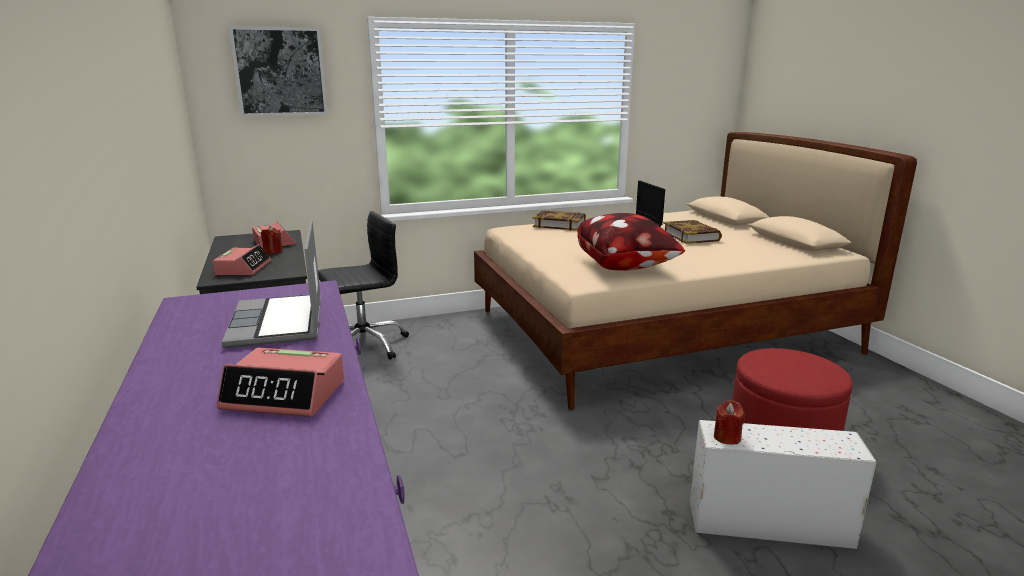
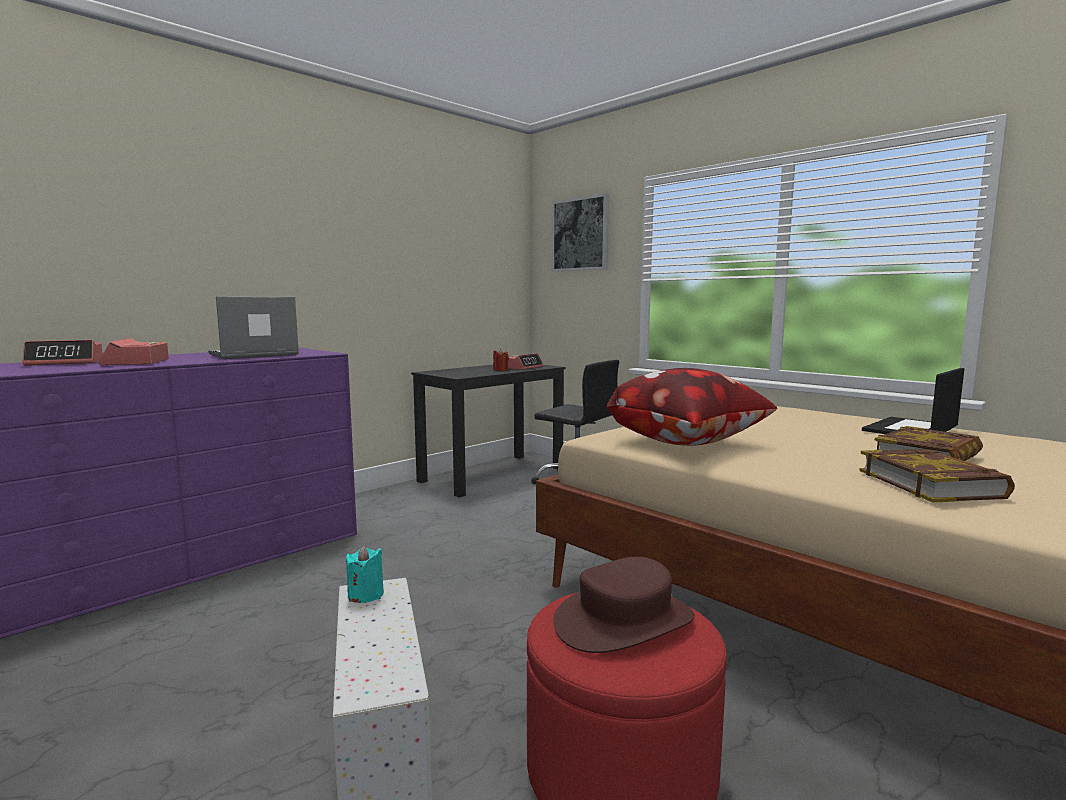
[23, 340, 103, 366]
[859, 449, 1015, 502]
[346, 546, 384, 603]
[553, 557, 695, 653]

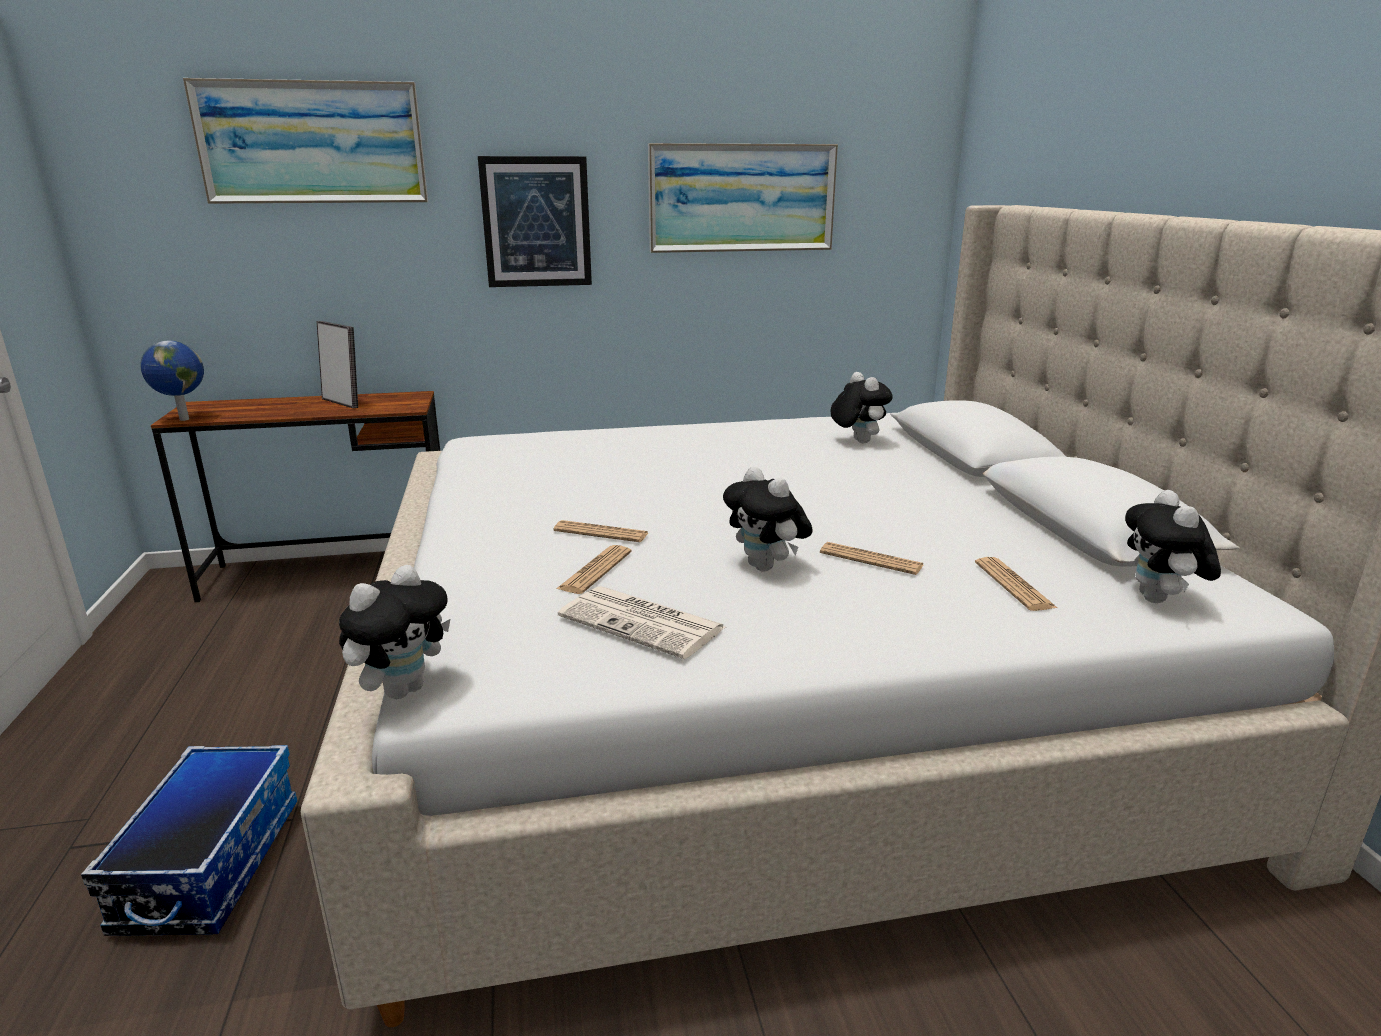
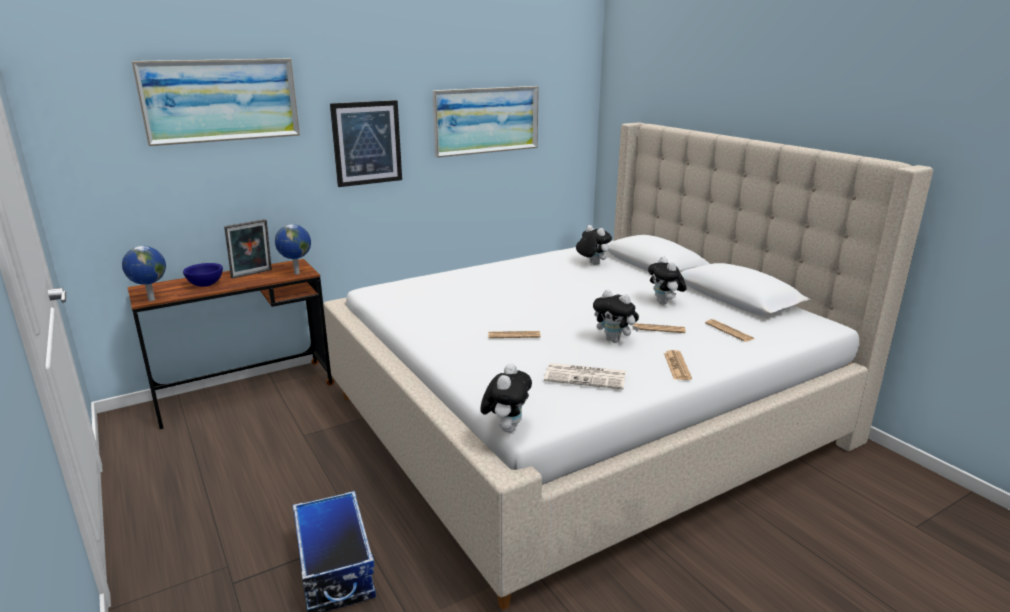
[224, 219, 272, 279]
[664, 350, 692, 380]
[648, 257, 687, 304]
[183, 263, 223, 287]
[275, 224, 311, 274]

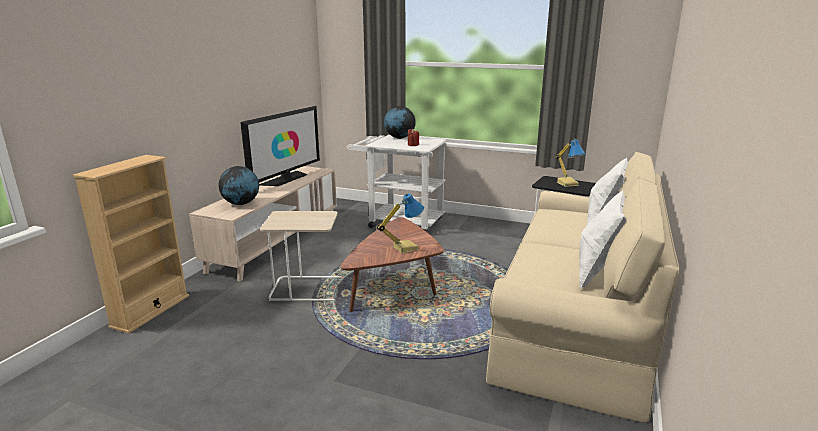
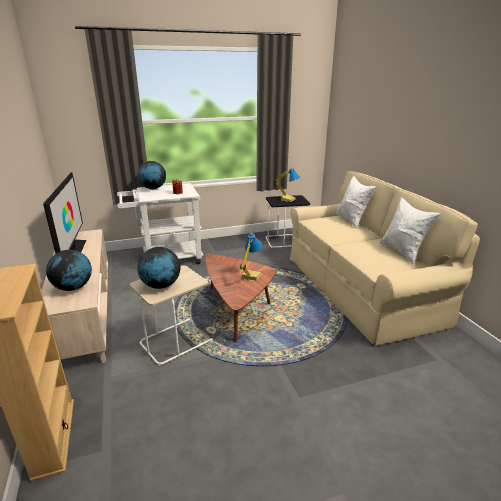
[137, 247, 180, 289]

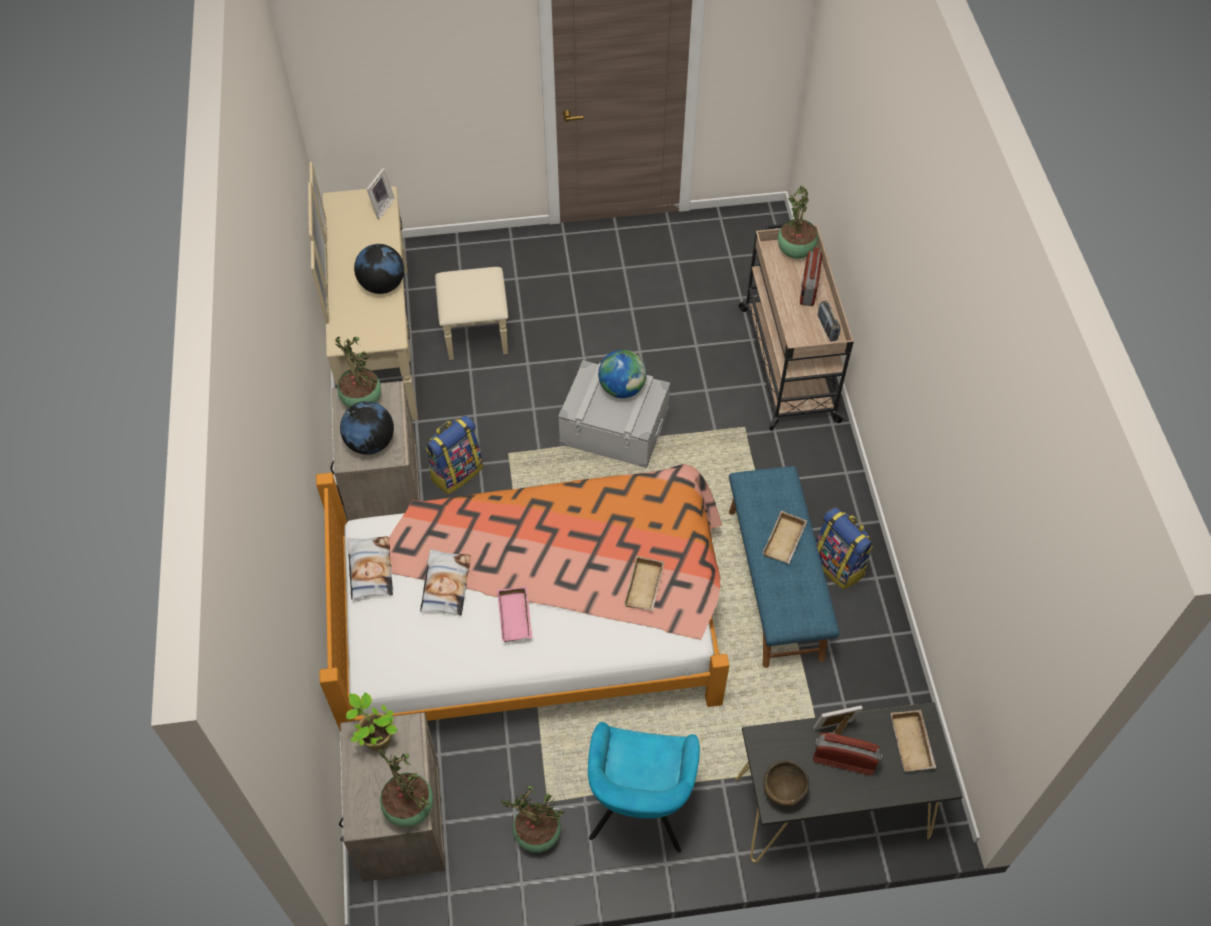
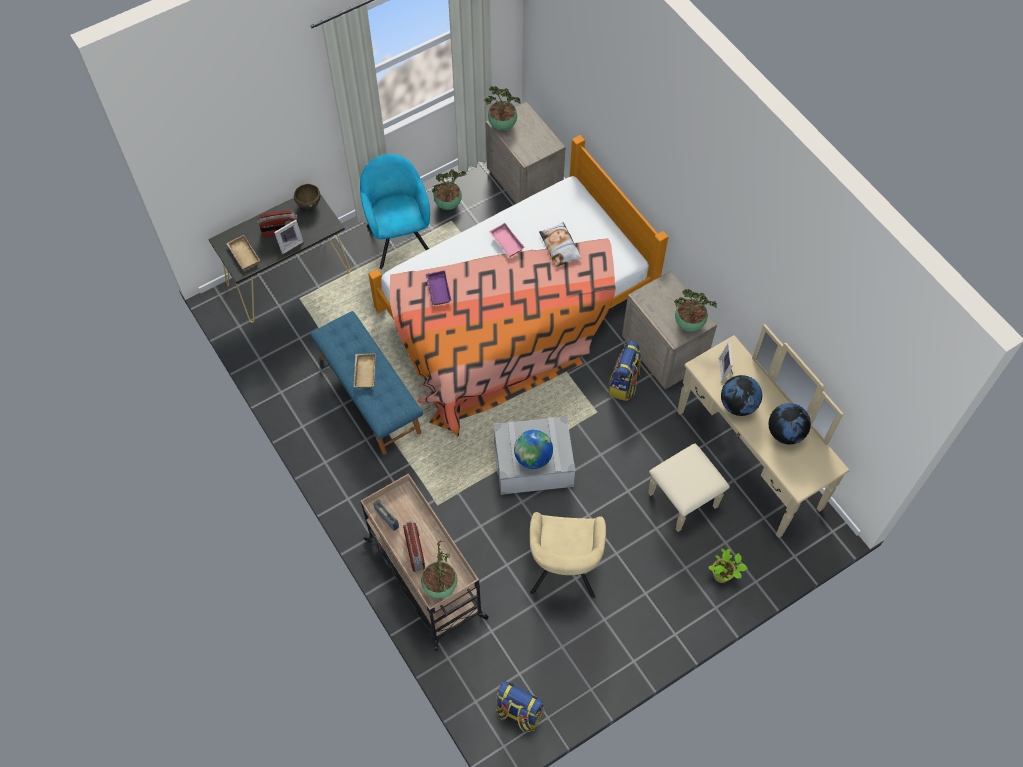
[769, 403, 811, 444]
[708, 549, 747, 583]
[347, 536, 393, 600] (first image)
[718, 342, 733, 382]
[426, 271, 452, 305]
[496, 680, 544, 732]
[530, 512, 606, 598]

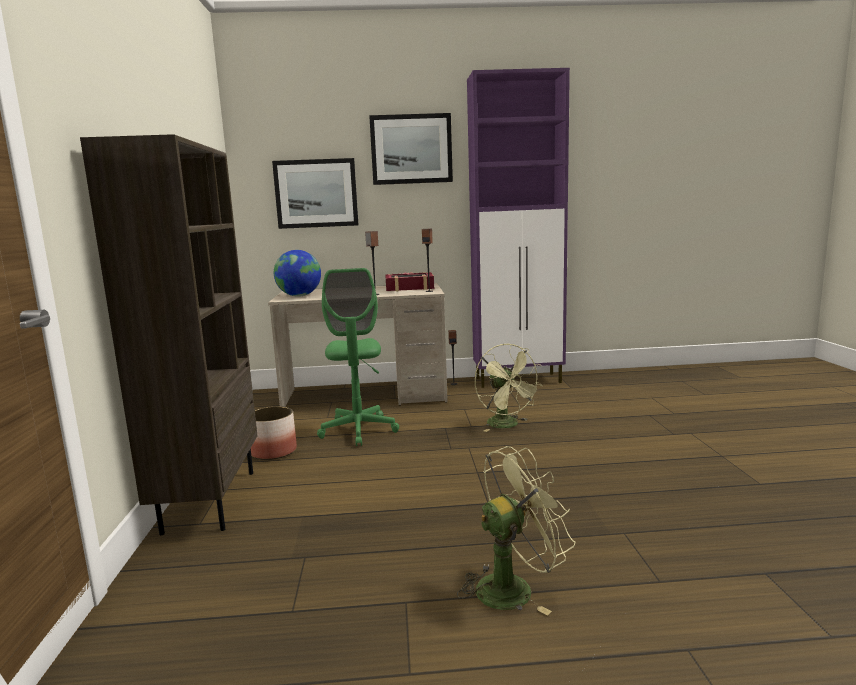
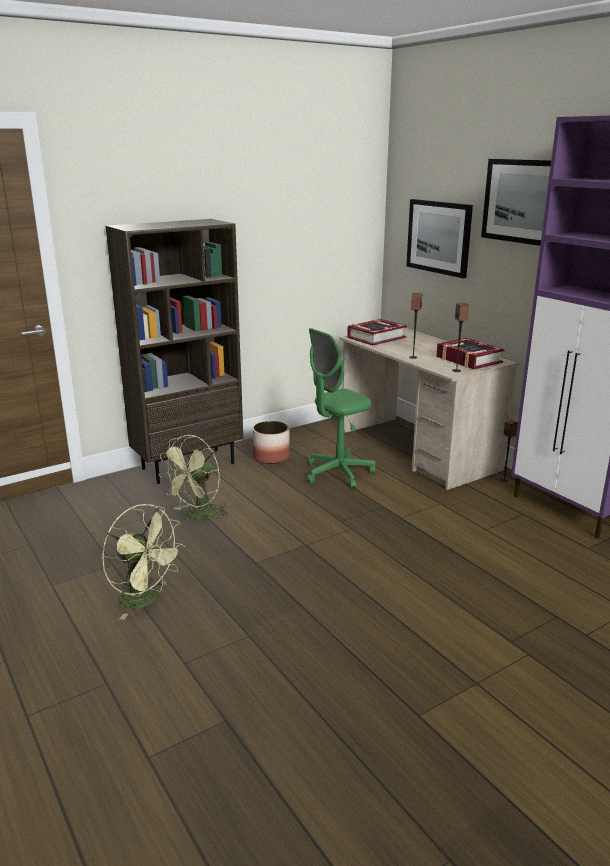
[347, 319, 407, 345]
[158, 435, 228, 521]

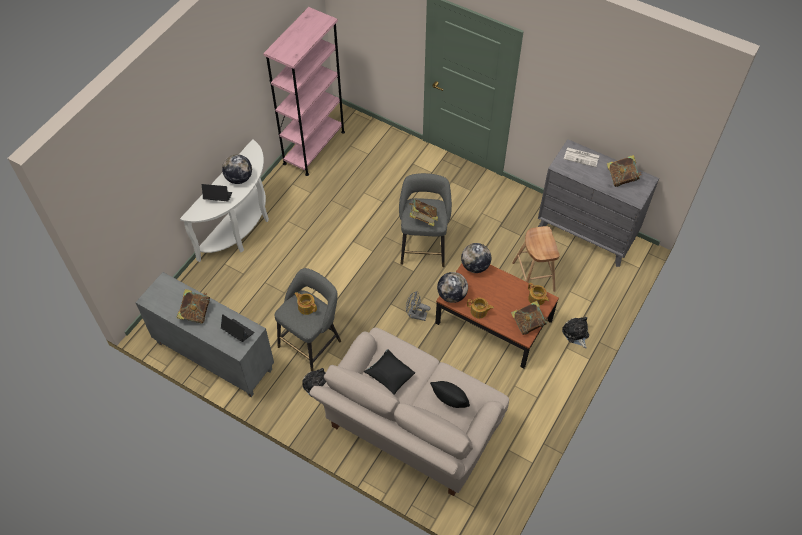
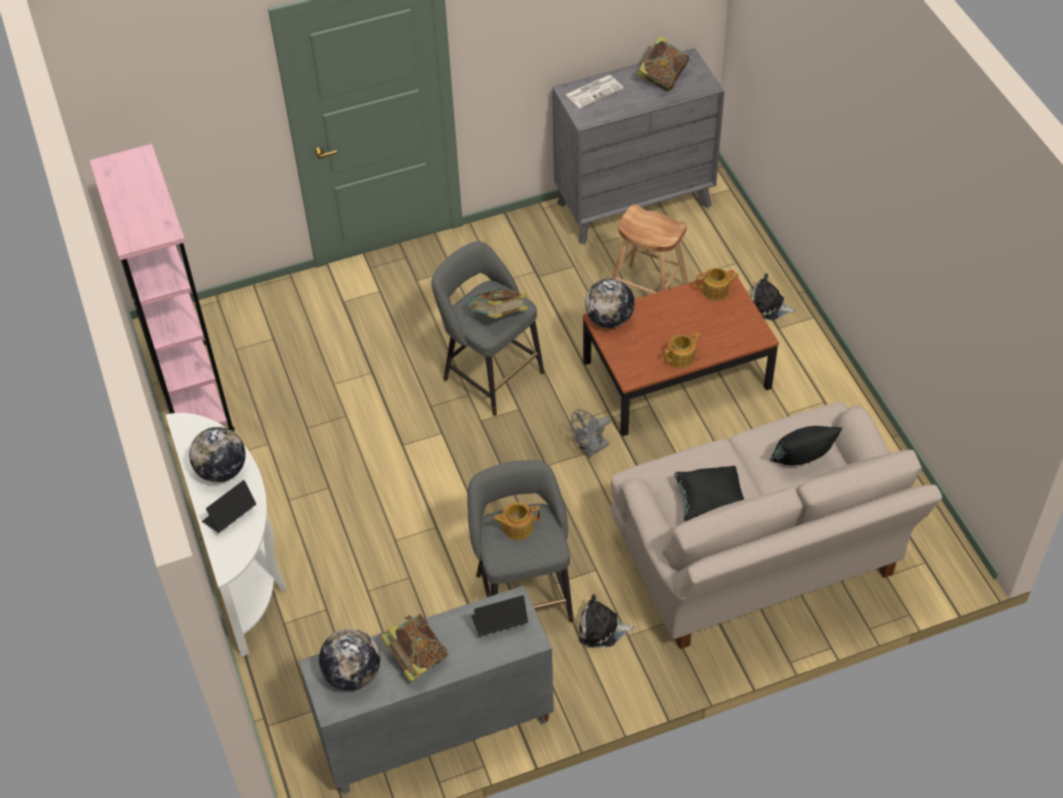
[319, 629, 380, 690]
[511, 301, 548, 335] (first image)

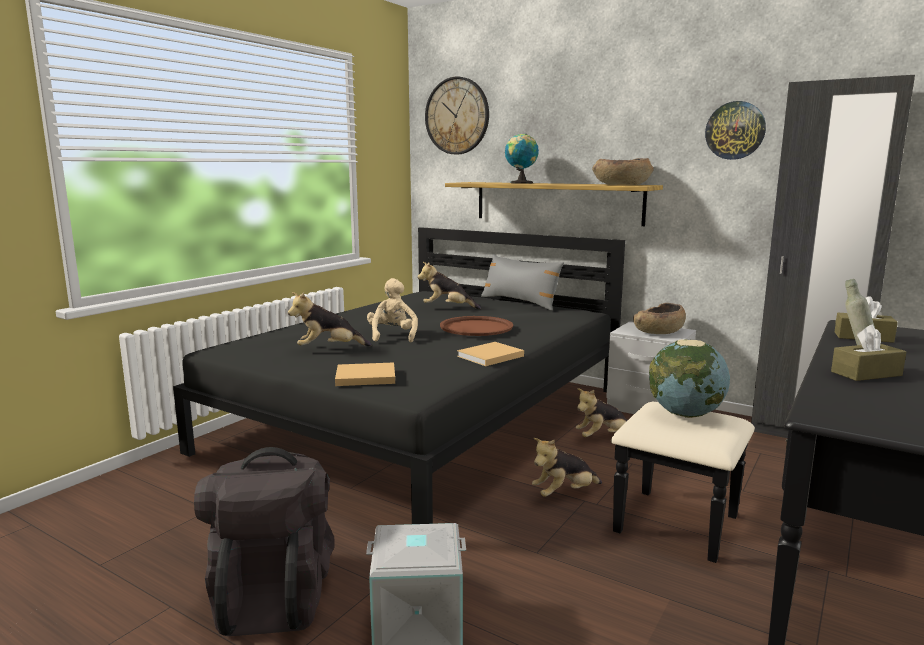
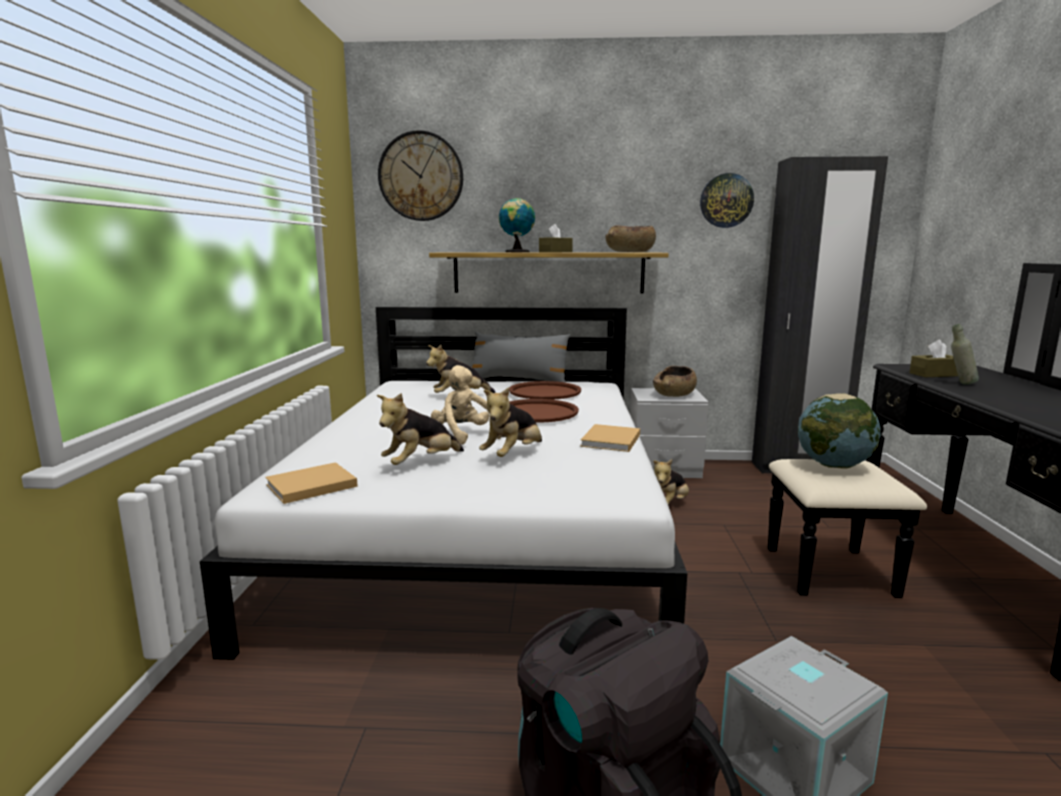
[200, 307, 687, 660]
[265, 462, 358, 504]
[479, 387, 542, 457]
[539, 224, 573, 252]
[509, 381, 581, 400]

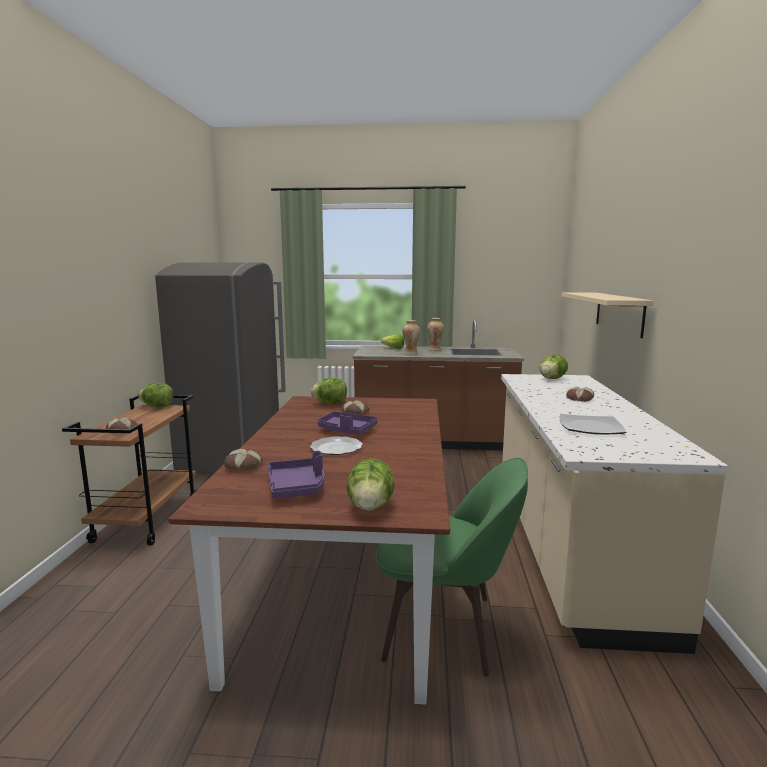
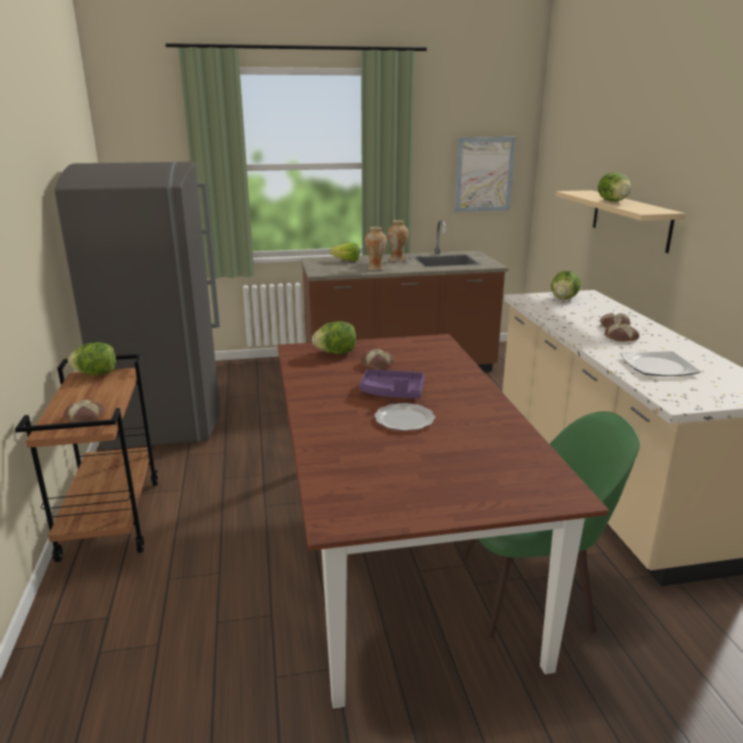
[605, 324, 640, 342]
[267, 451, 324, 498] (first image)
[598, 172, 631, 202]
[454, 137, 516, 212]

